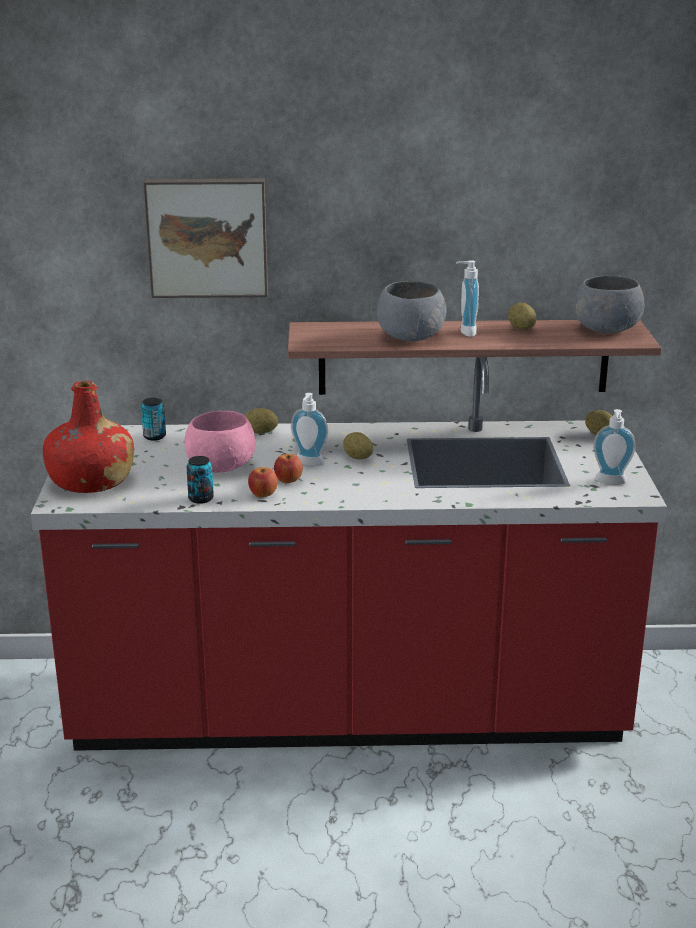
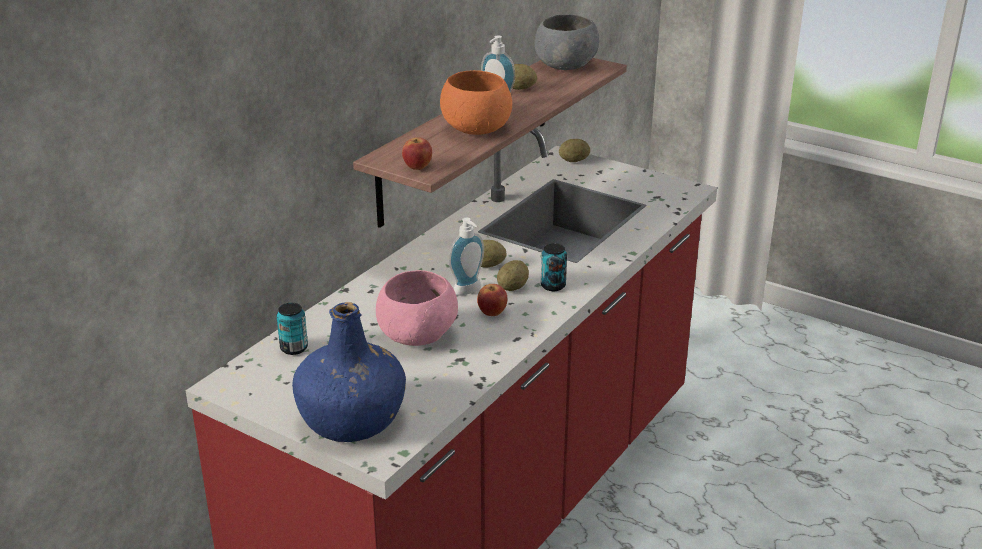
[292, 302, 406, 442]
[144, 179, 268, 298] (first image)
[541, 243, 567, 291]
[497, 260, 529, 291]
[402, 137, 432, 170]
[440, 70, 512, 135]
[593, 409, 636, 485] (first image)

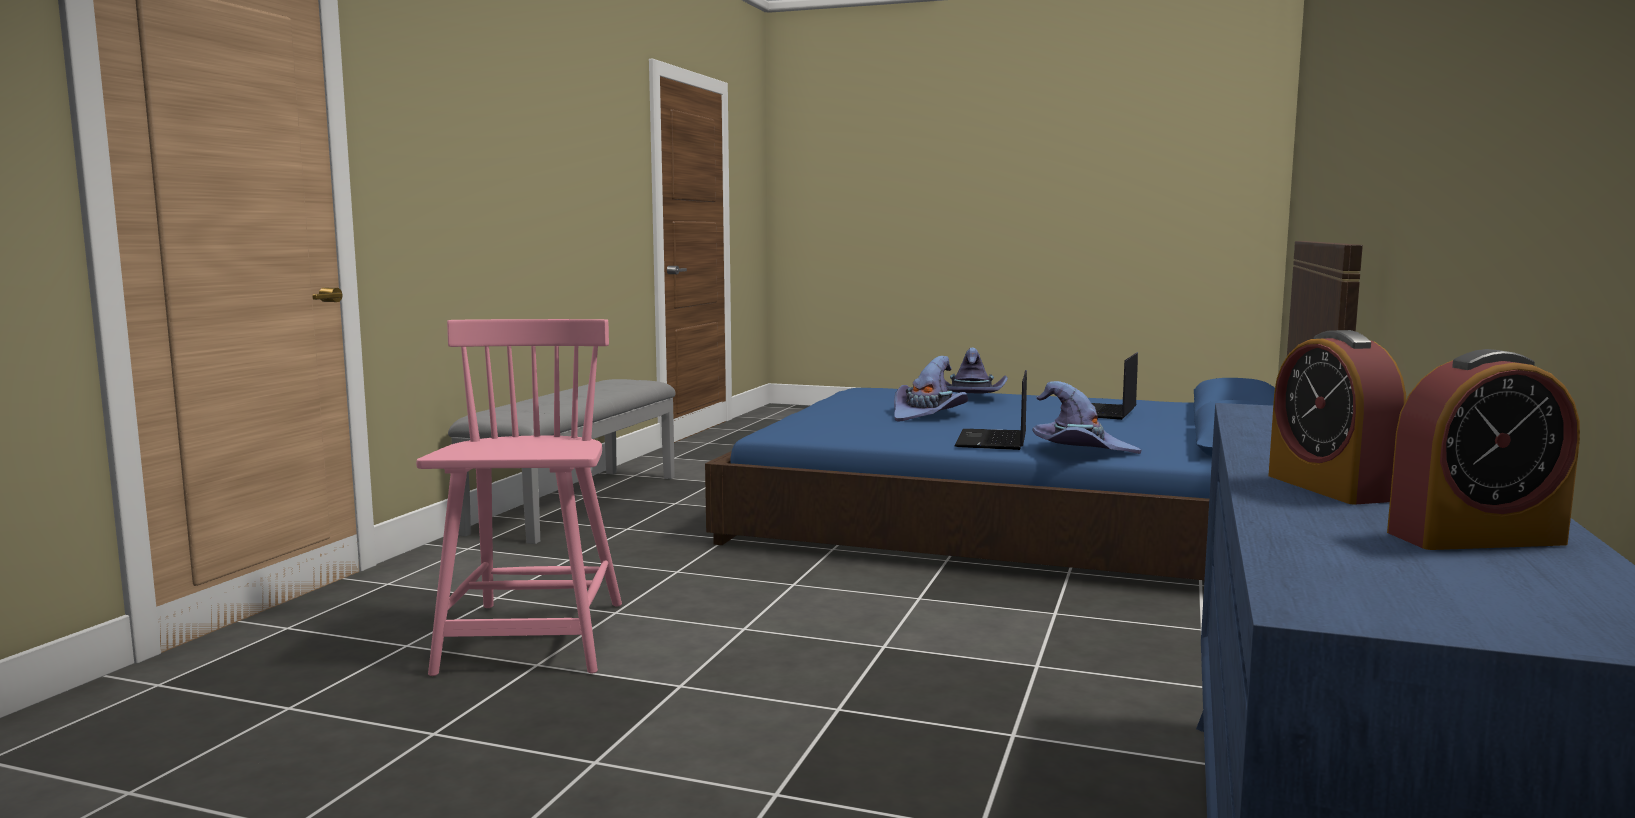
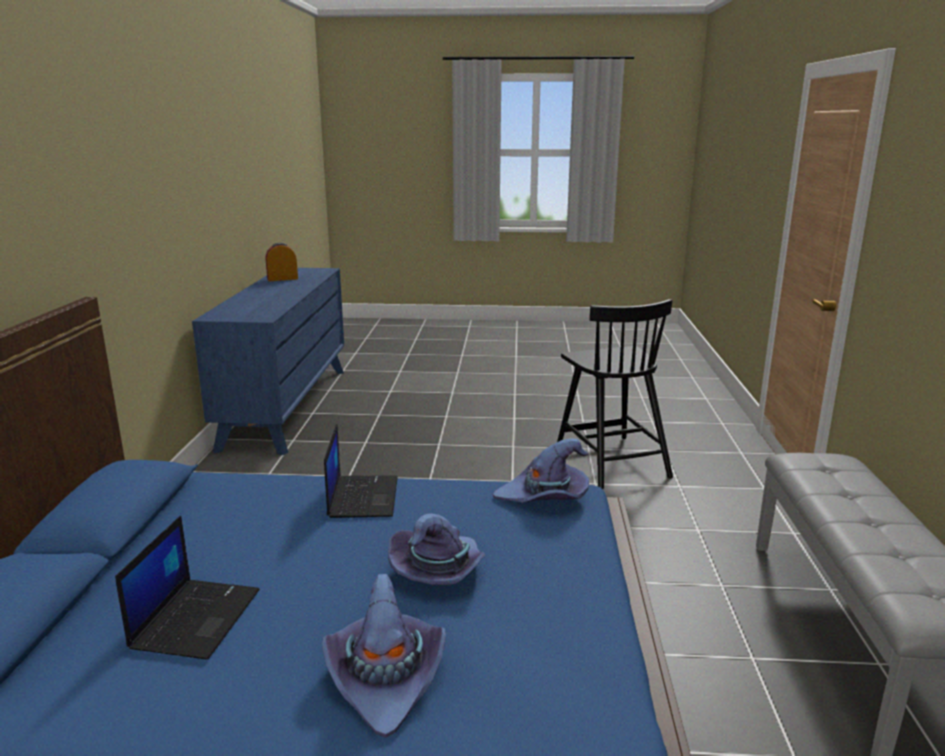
[557, 299, 673, 489]
[493, 438, 589, 503]
[1268, 330, 1406, 504] (first image)

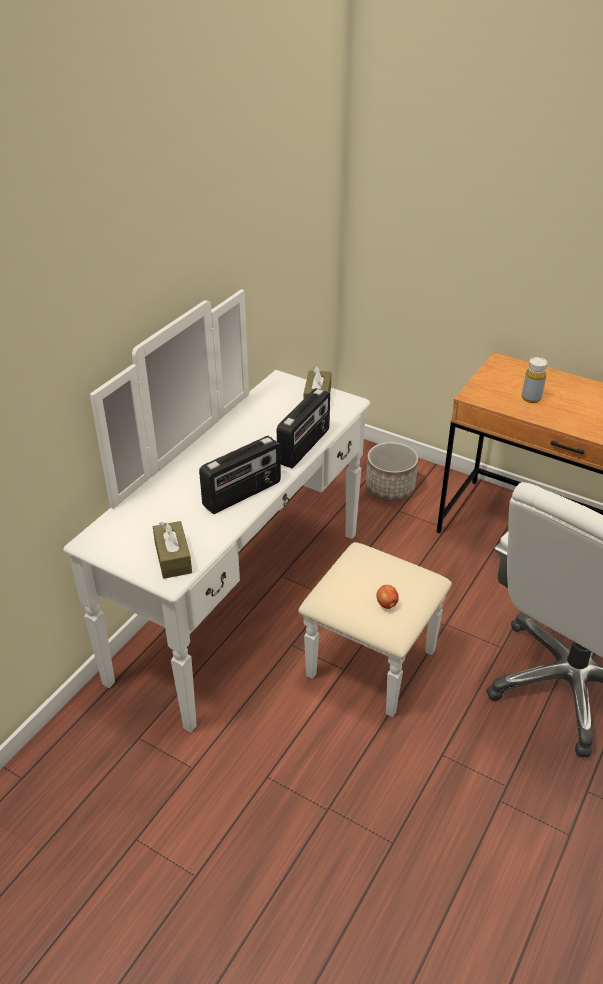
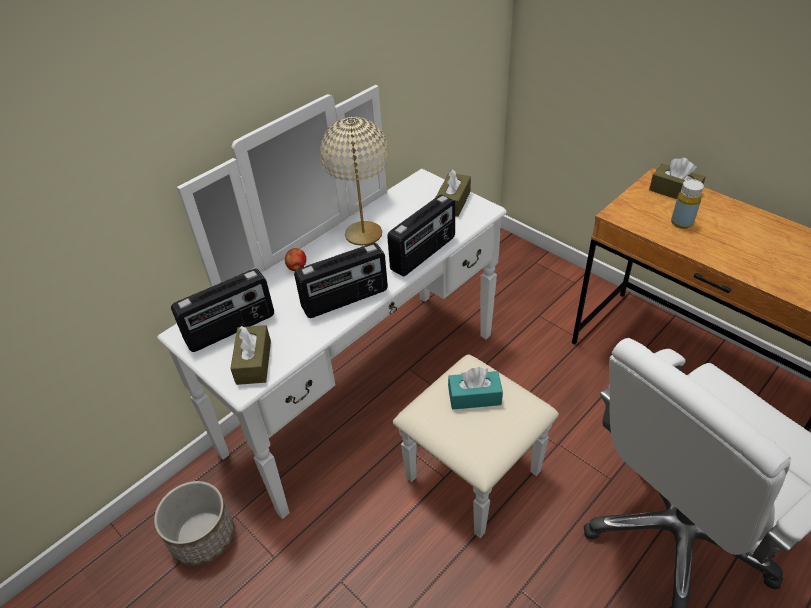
[154, 481, 234, 566]
[285, 248, 306, 271]
[171, 268, 274, 352]
[320, 117, 389, 246]
[448, 367, 503, 410]
[649, 158, 705, 199]

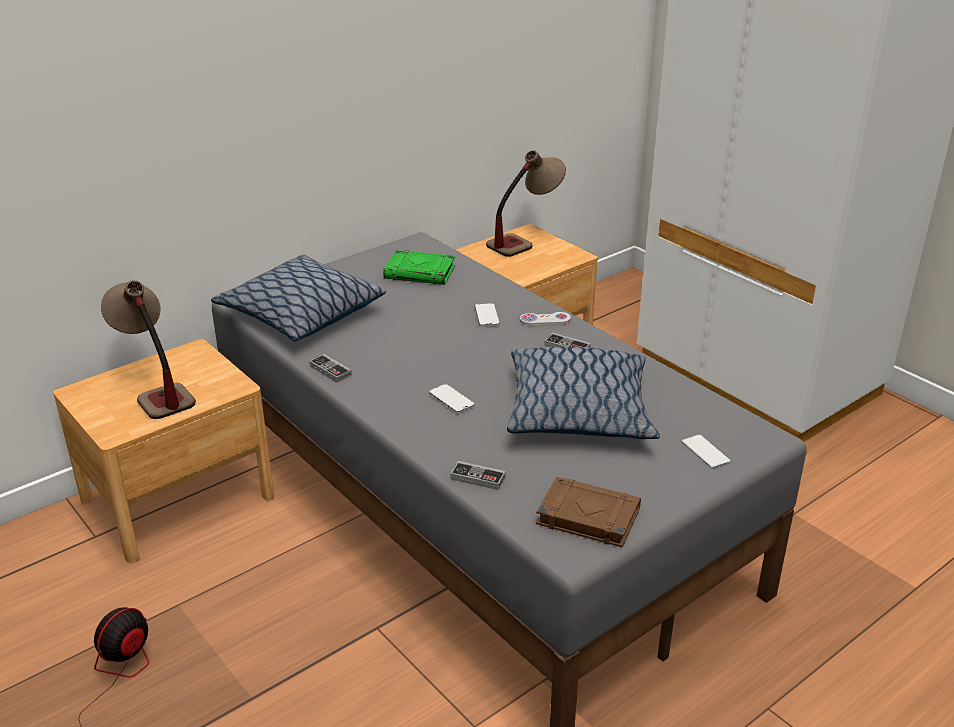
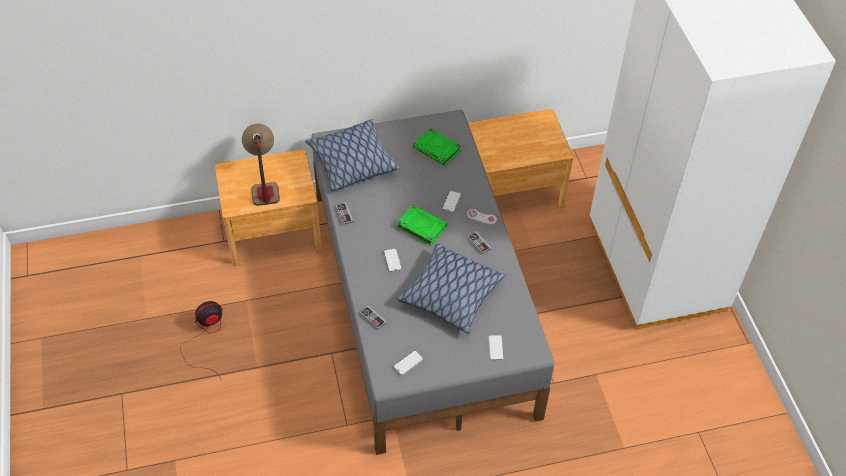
[486, 150, 566, 257] (first image)
[393, 351, 423, 375]
[397, 205, 448, 246]

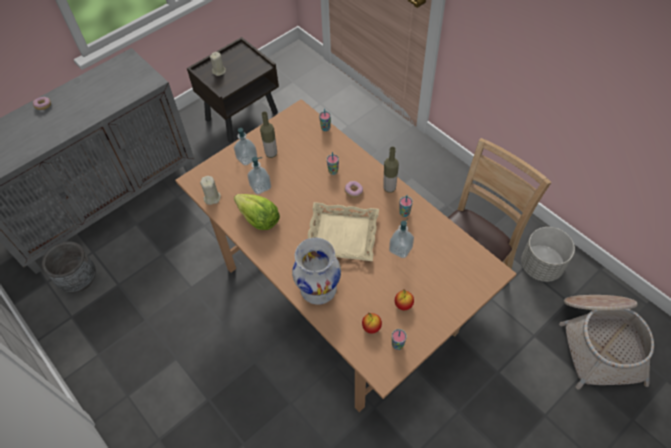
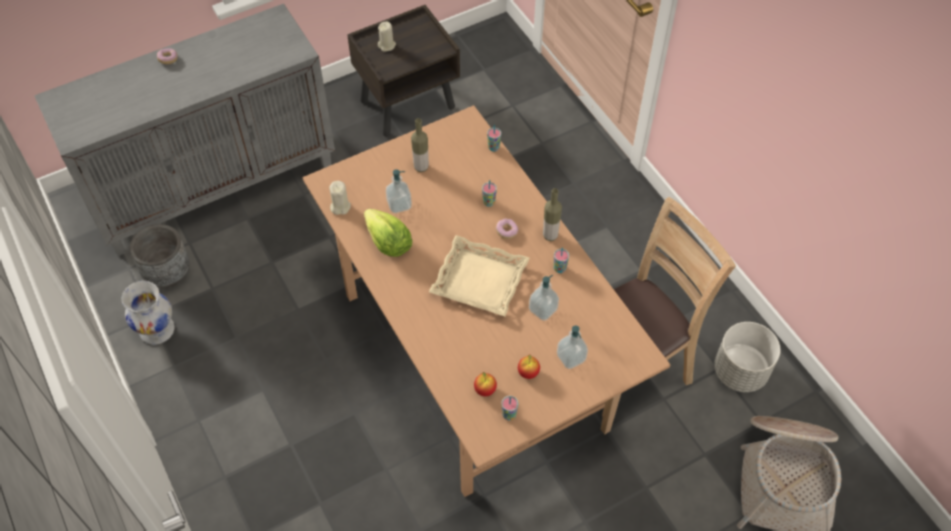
[557, 325, 588, 369]
[122, 281, 175, 345]

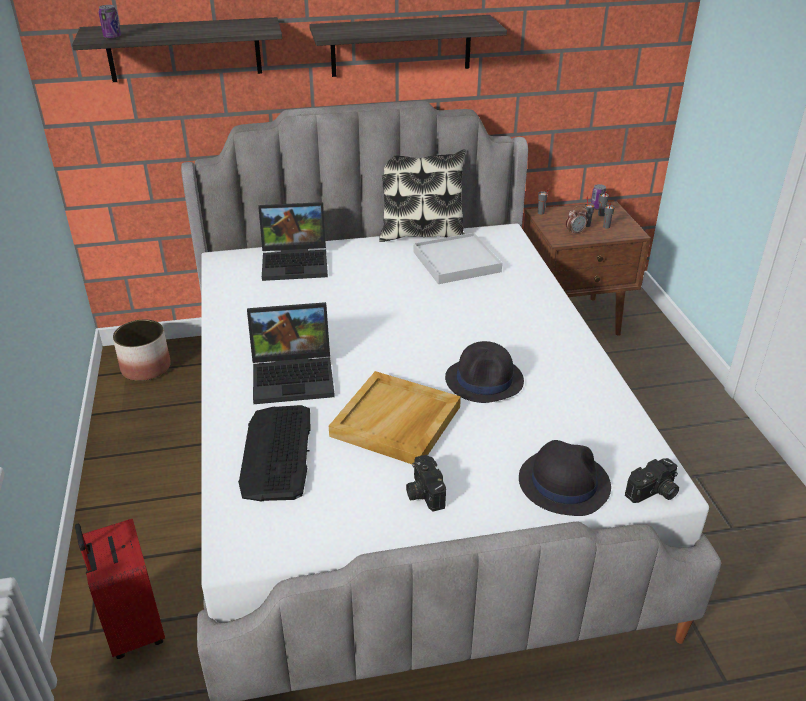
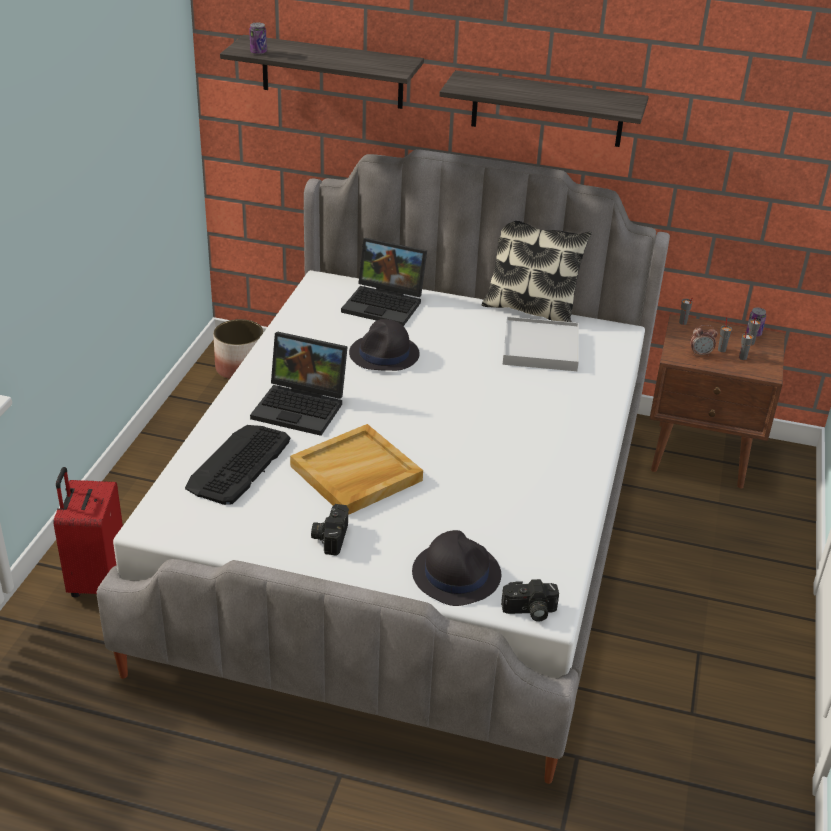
[349, 319, 420, 371]

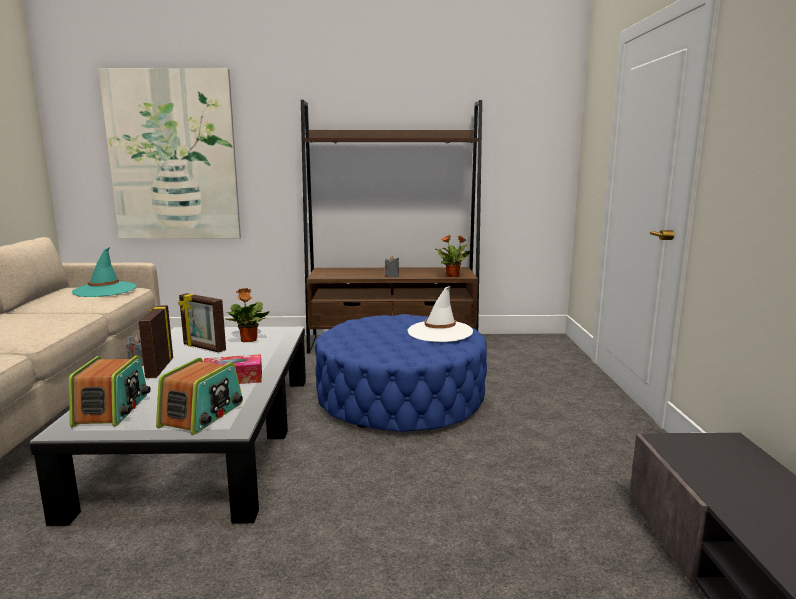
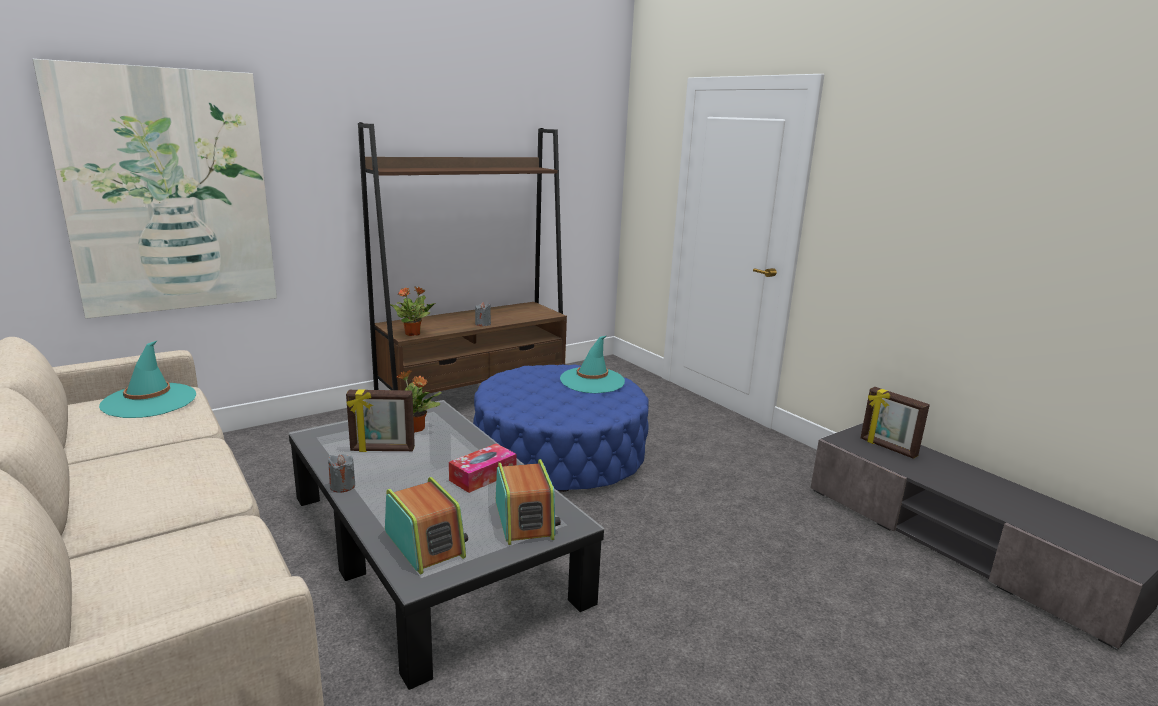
[861, 387, 930, 459]
[560, 336, 625, 393]
[390, 287, 435, 336]

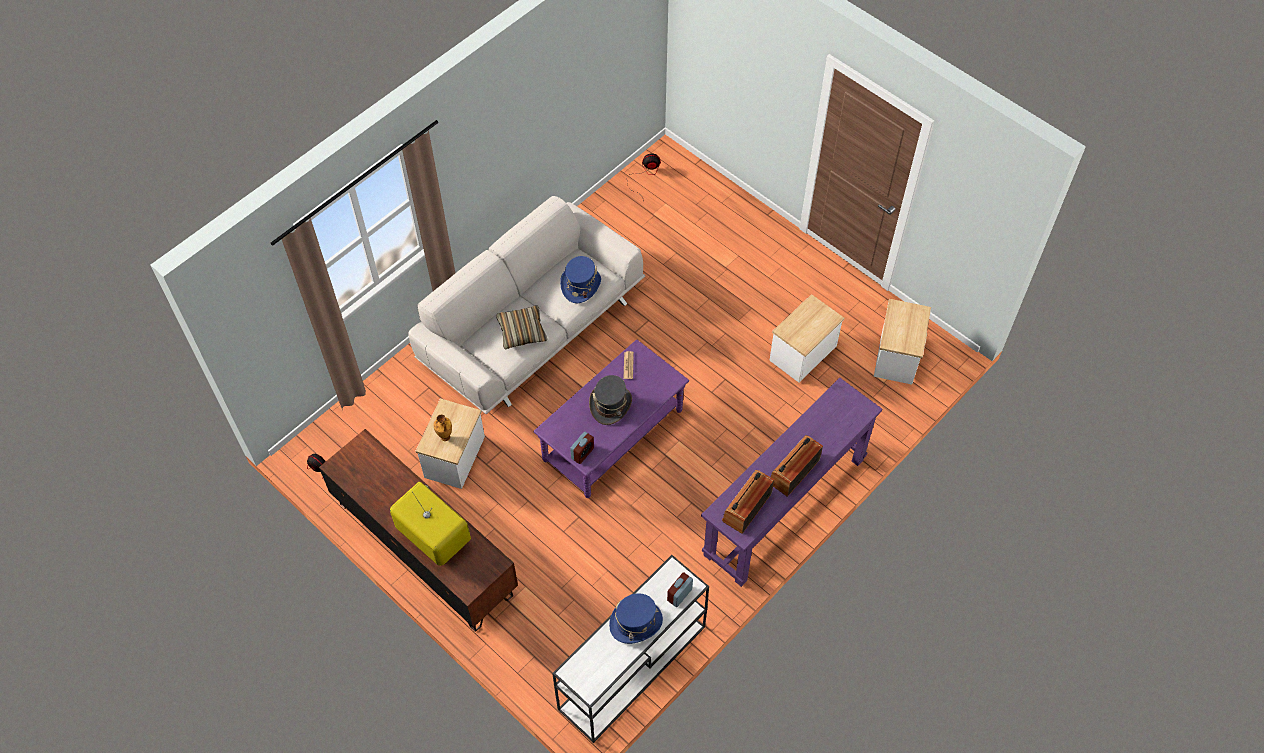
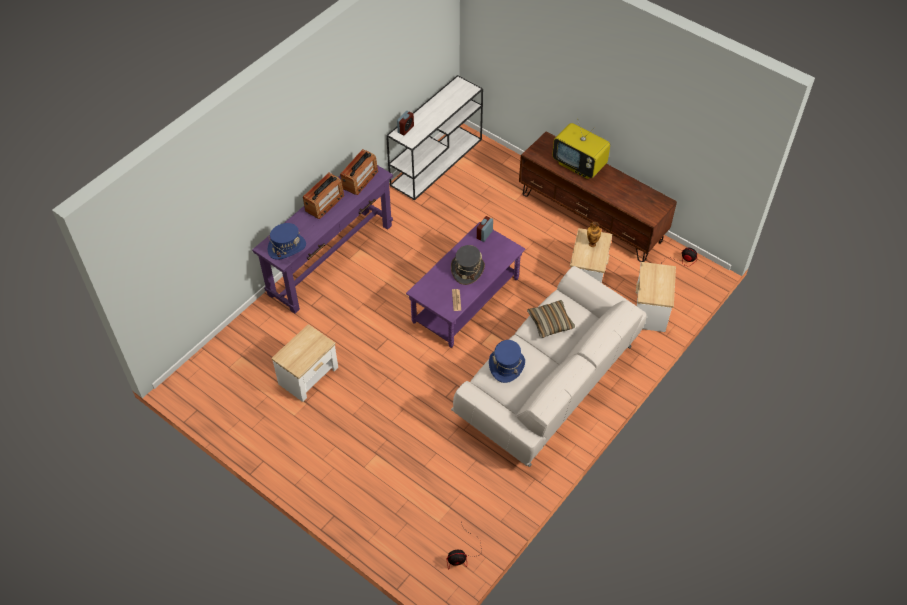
[268, 223, 306, 259]
[636, 262, 676, 332]

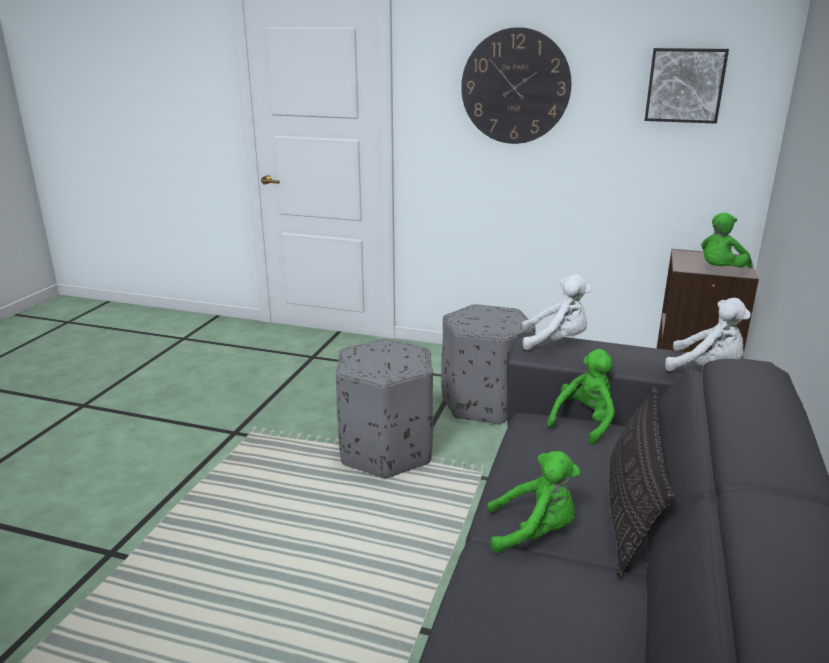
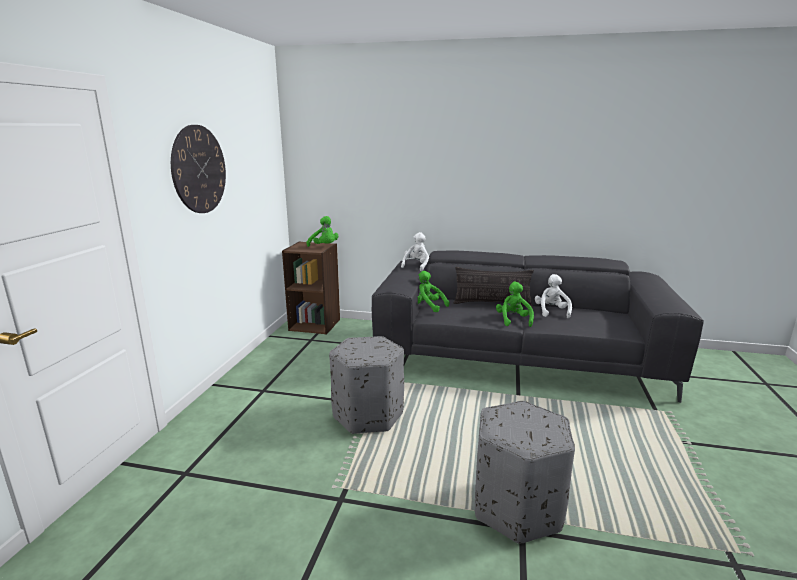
[475, 401, 575, 544]
[535, 274, 572, 318]
[645, 48, 729, 124] (first image)

